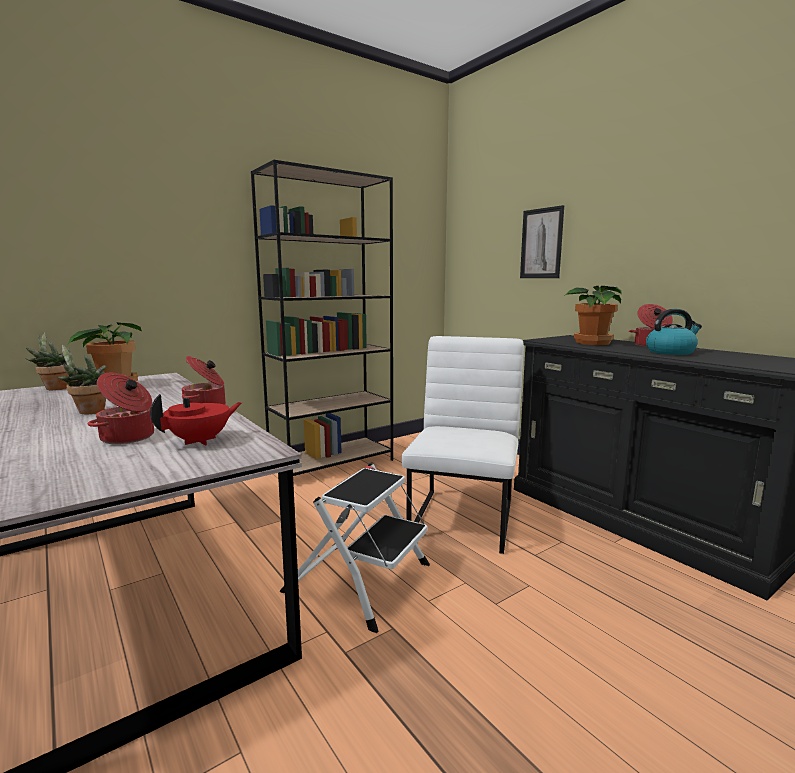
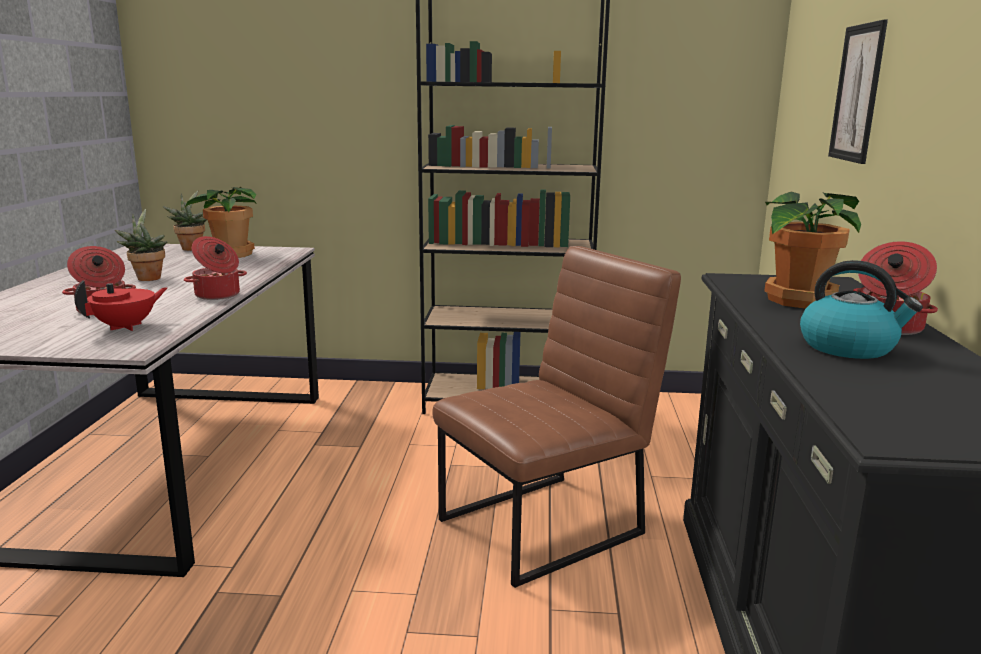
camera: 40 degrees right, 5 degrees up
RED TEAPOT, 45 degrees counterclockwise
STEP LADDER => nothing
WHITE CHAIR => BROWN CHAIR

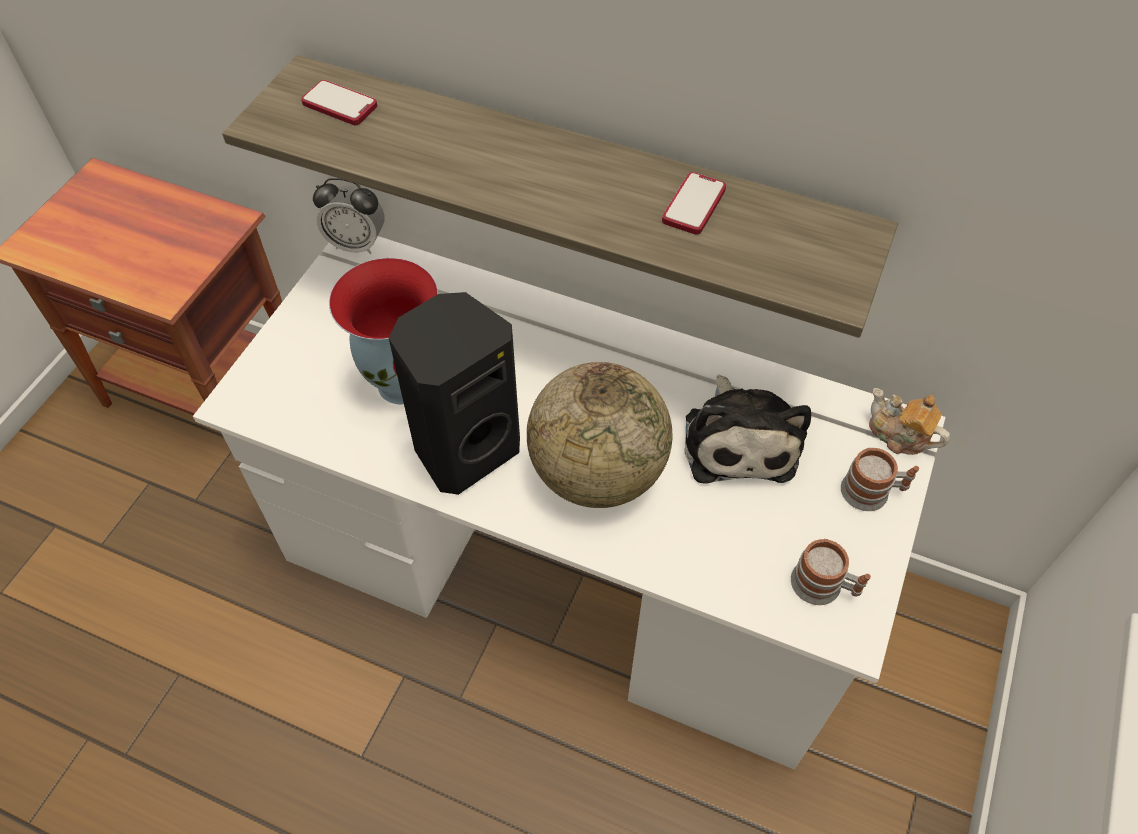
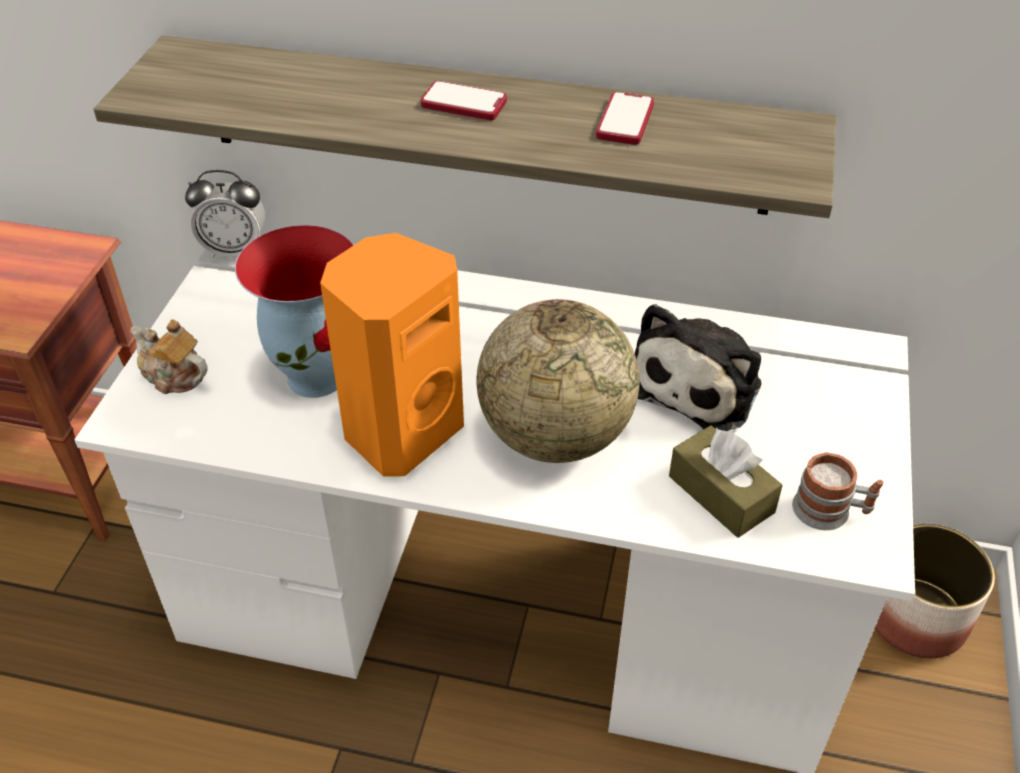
camera: 10 degrees left, 10 degrees down
PHONE (no. 1 from left), shifted
BLACK SPEAKER => ORANGE SPEAKER
PLUSH TOY, 45 degrees clockwise
MUG (no. 2 from left) => nothing
TEAPOT, shifted
nothing => BROWN TISSUE BOX
nothing => PLANTER

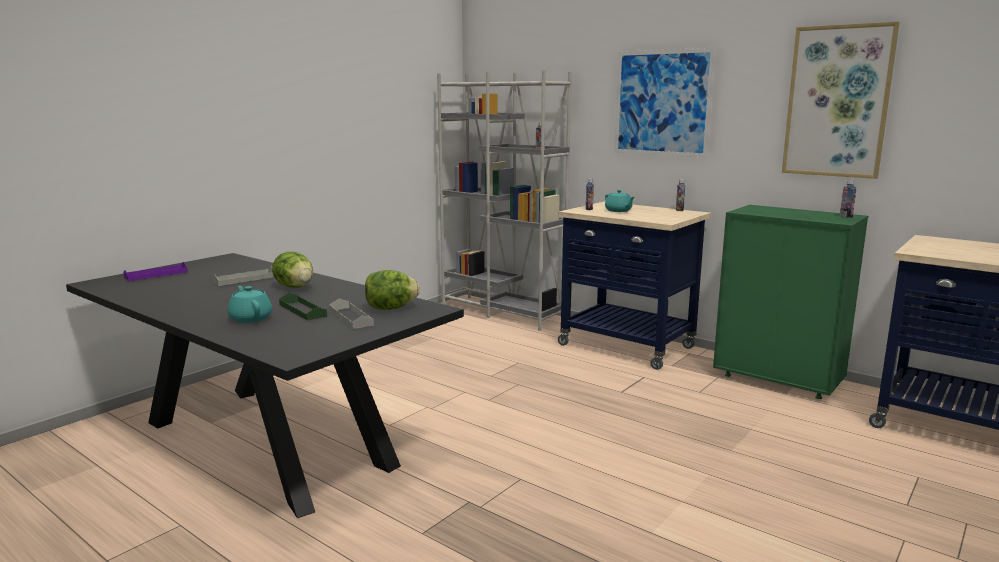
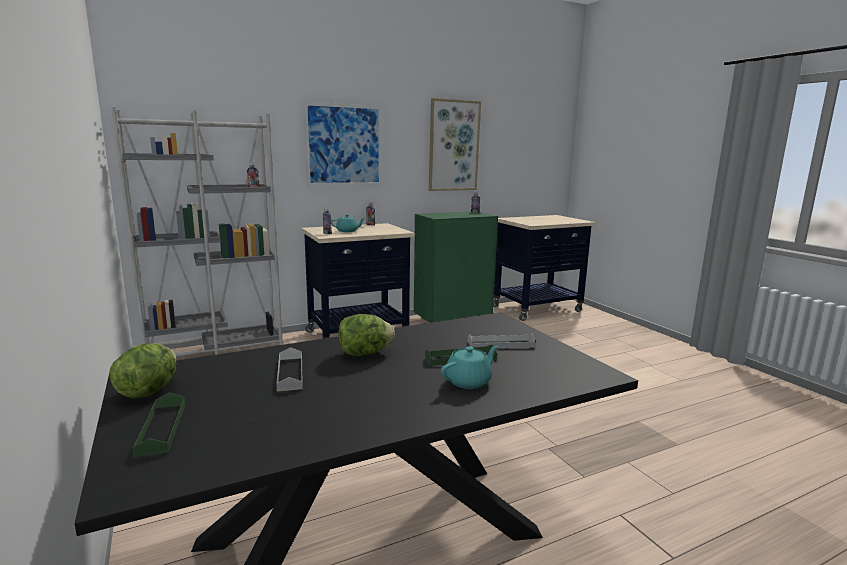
camera: 65 degrees left, 0 degrees up
PURPLE TRAY => GREEN TRAY (no. 1 from left)
TURQUOISE TEAPOT (no. 1 from left in the first image) => TURQUOISE TEAPOT (no. 2 from left), 150 degrees clockwise
LETTUCE (no. 2 from left in the first image) => LETTUCE (no. 1 from left), shifted

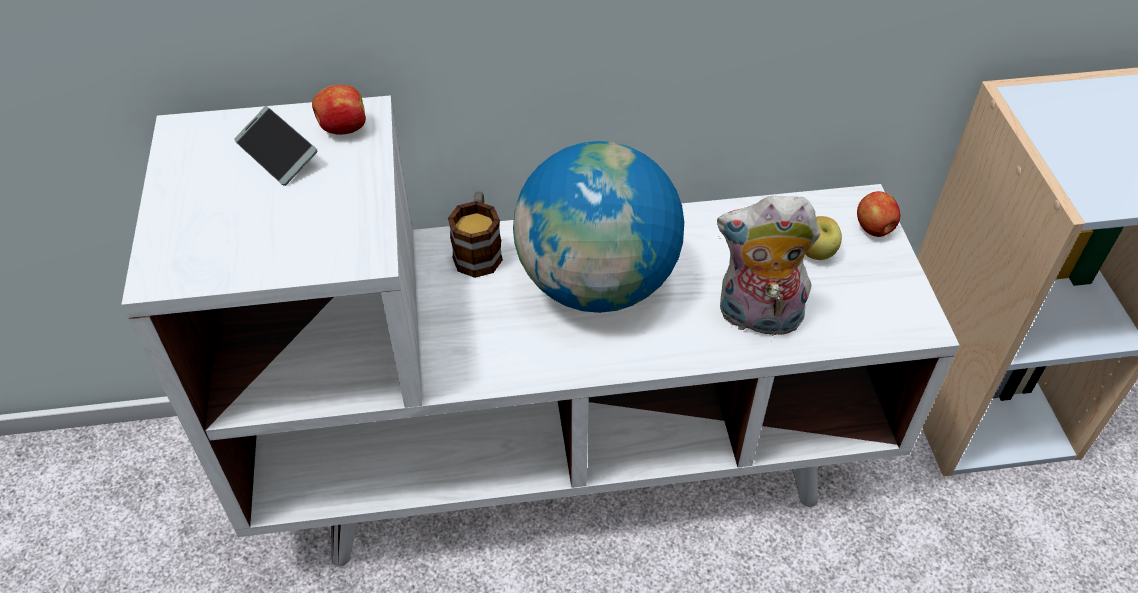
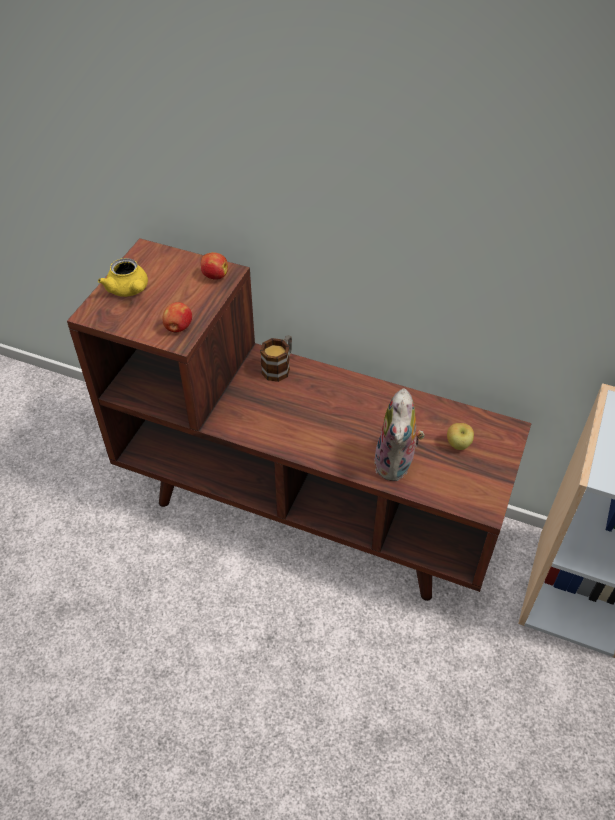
camera: 30 degrees right, 0 degrees up
WHITE TV STAND => BROWN TV STAND
PHONE => nothing
GLOBE => nothing
PLUSH TOY, 120 degrees counterclockwise
APPLE (no. 3 from left in the first image) => APPLE (no. 1 from left), shifted
nothing => YELLOW TEAPOT

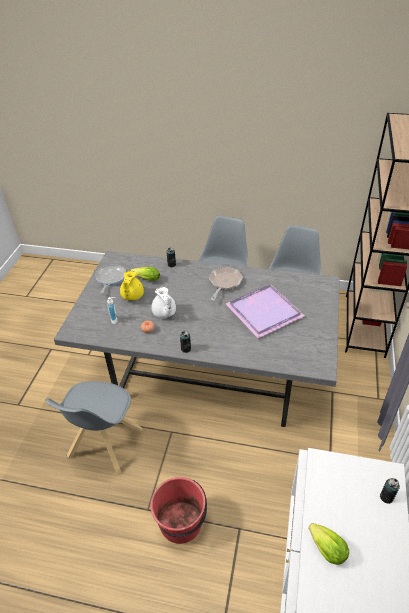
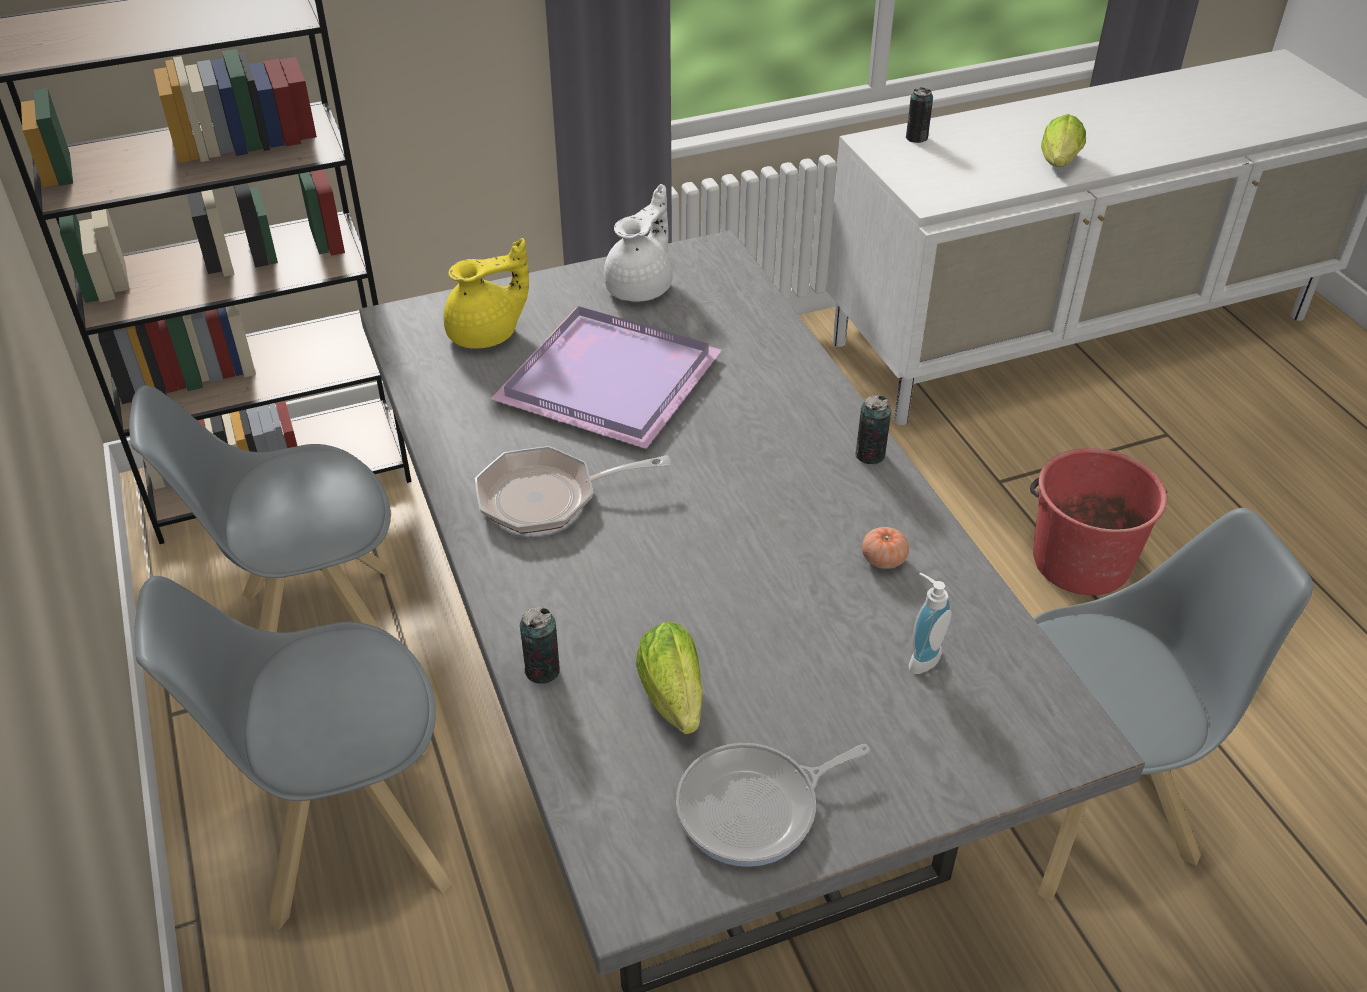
camera: 125 degrees left, 0 degrees up
YELLOW TEAPOT, shifted
WHITE TEAPOT, shifted

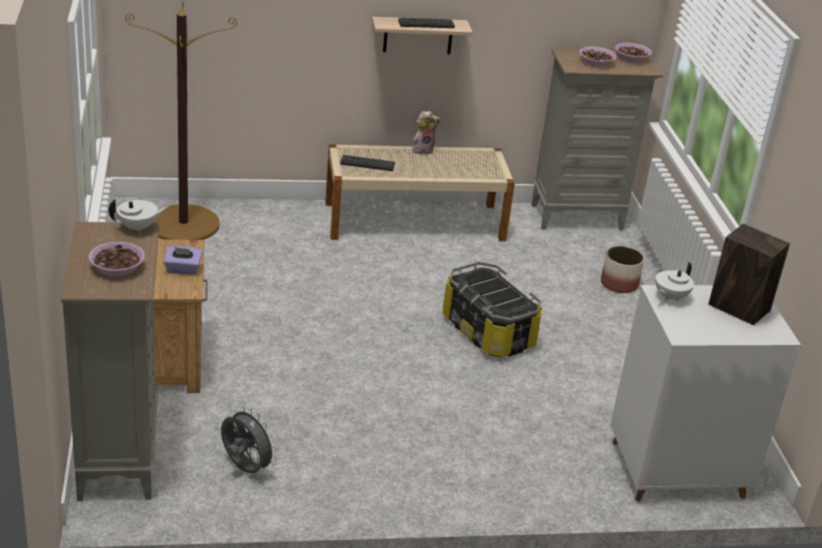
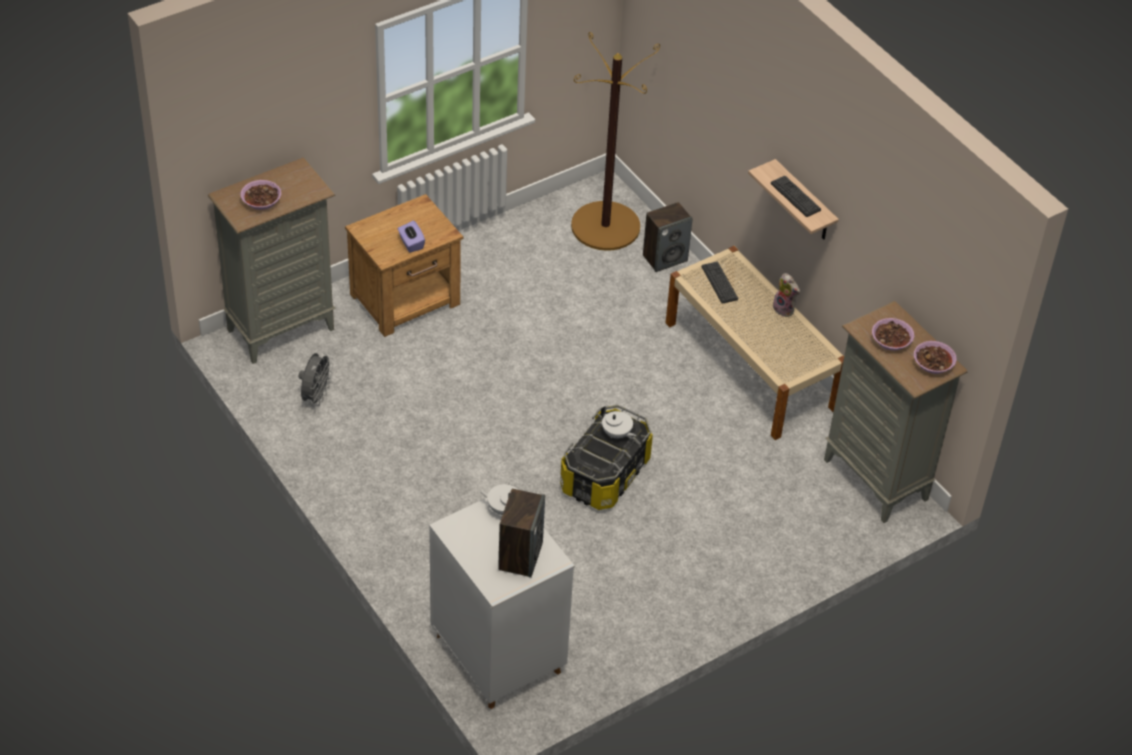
camera: 65 degrees right, 15 degrees up
WHITE TEAPOT (no. 1 from left in the first image) => WHITE TEAPOT (no. 2 from left), shifted
PLANTER => nothing
nothing => SPEAKER (no. 2 from left)

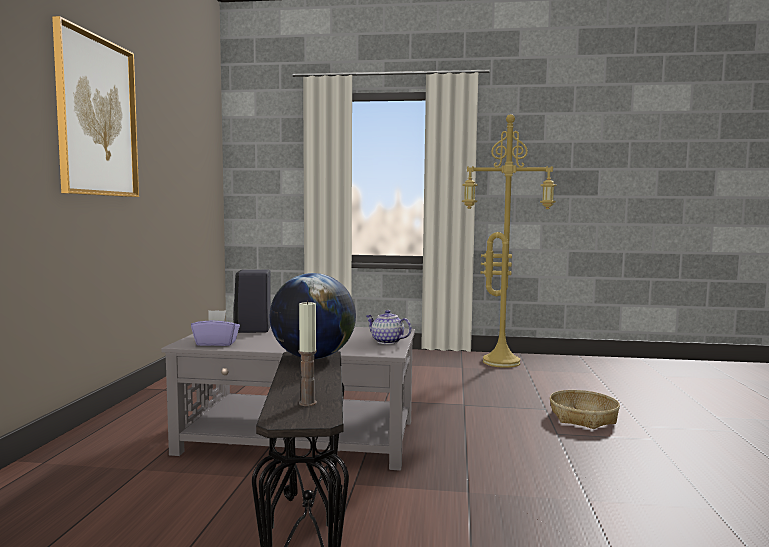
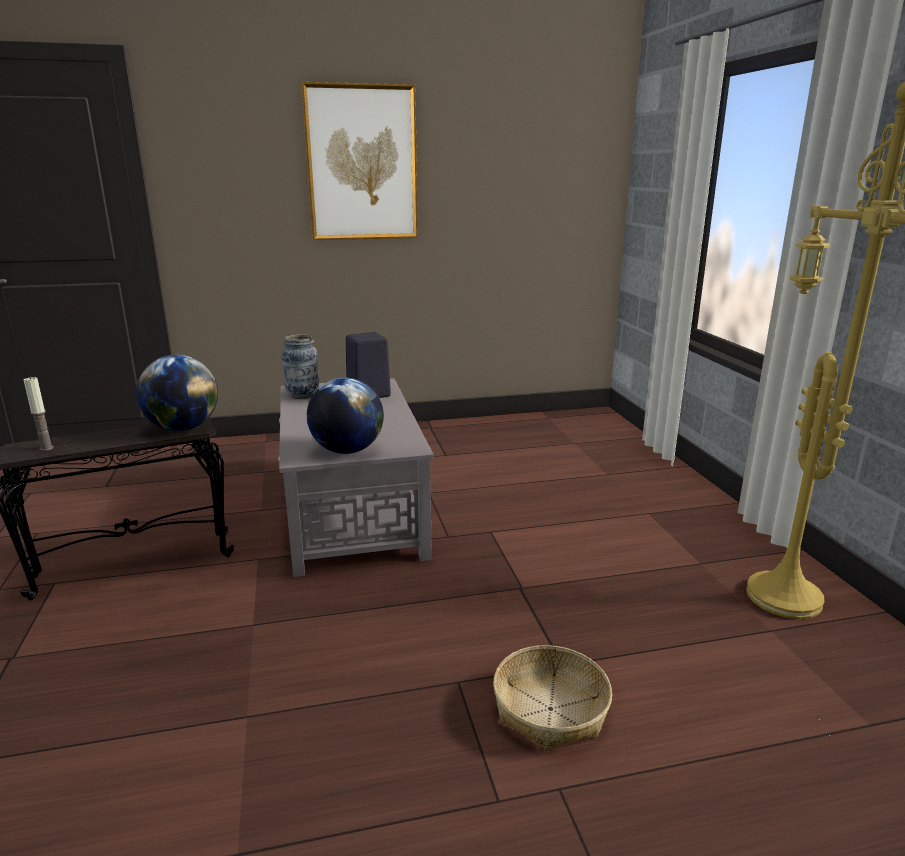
camera: 70 degrees right, 15 degrees up
PURPLE TISSUE BOX => VASE
TEAPOT => GLOBE (no. 2 from left)

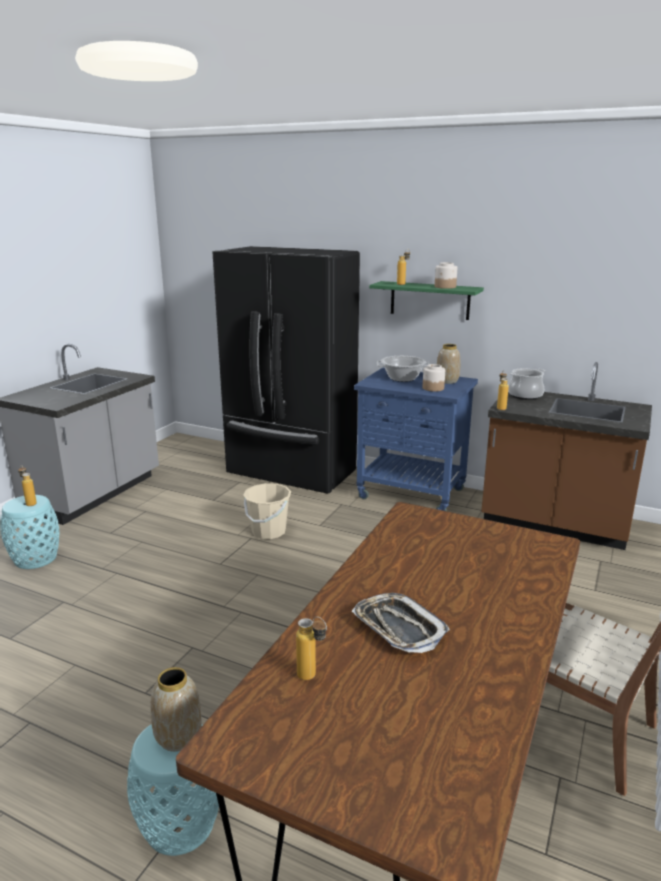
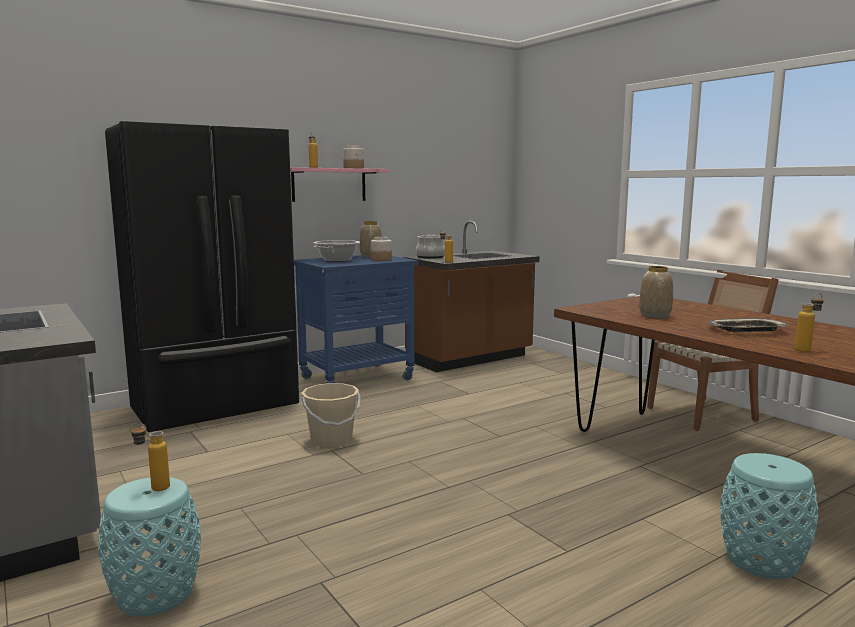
camera: 60 degrees left, 10 degrees down
VASE (no. 1 from left in the first image) => VASE (no. 2 from left), shifted
GREEN SHELF => PINK SHELF

